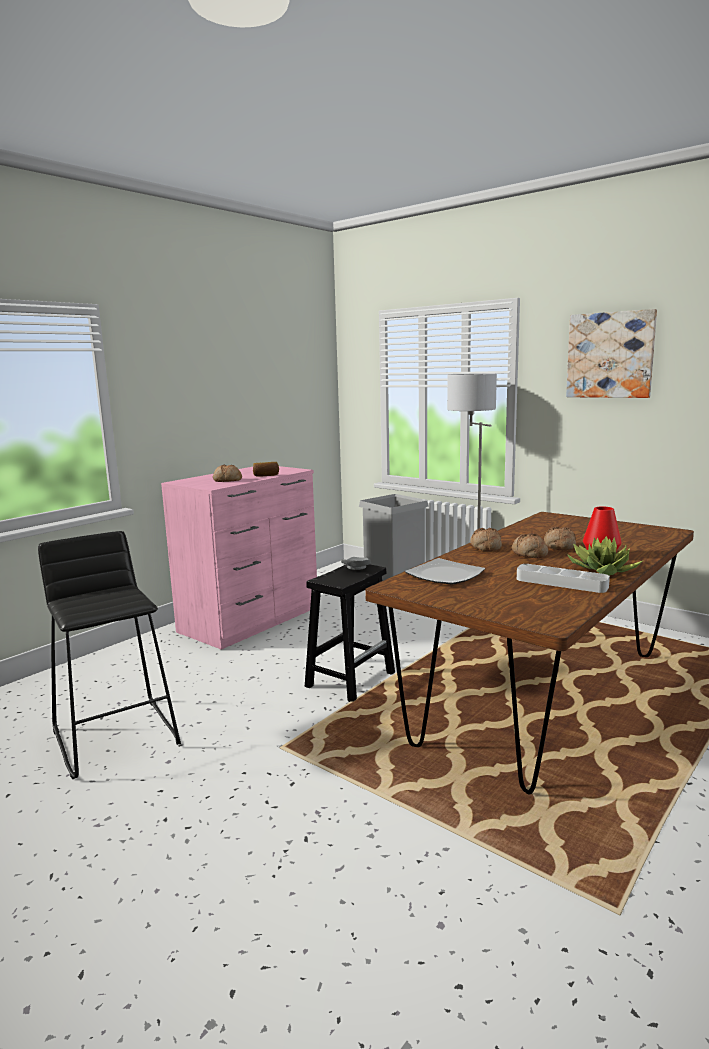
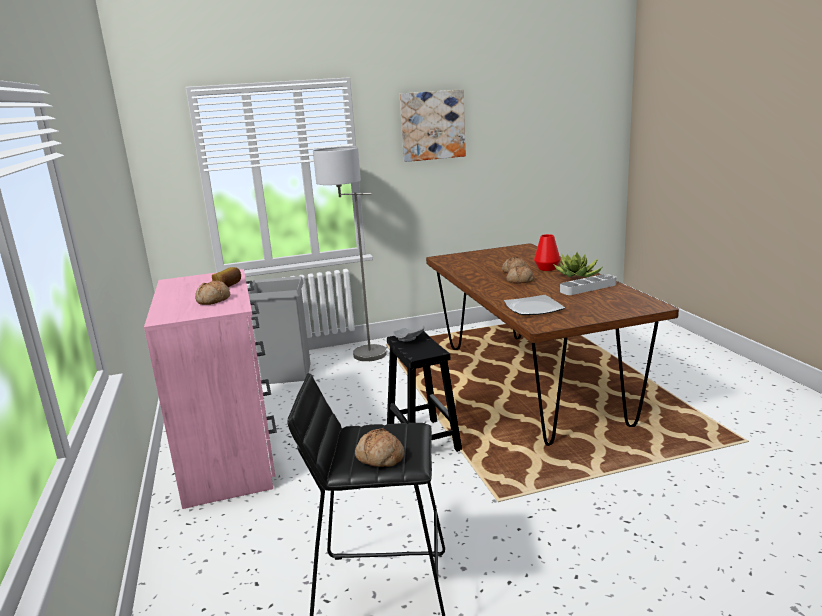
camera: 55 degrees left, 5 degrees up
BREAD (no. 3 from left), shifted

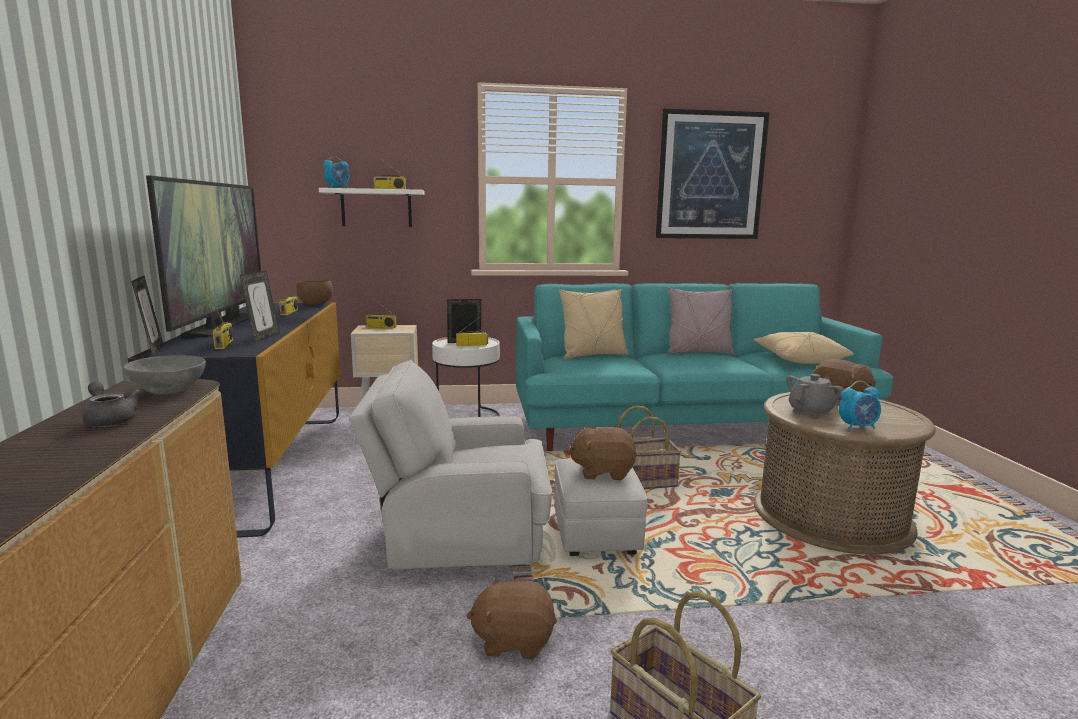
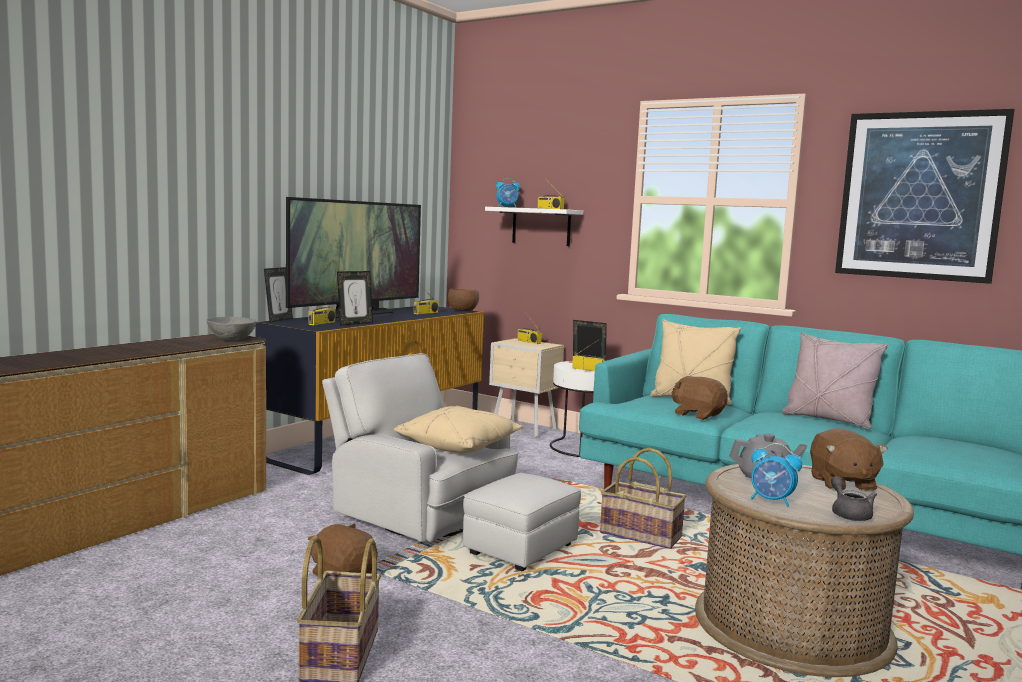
camera: 40 degrees right, 5 degrees down
GREY TEAPOT (no. 1 from left in the first image) => GREY TEAPOT (no. 2 from left), shifted
BROWN PLUSH TOY (no. 2 from left), shifted
BEIGE PILLOW (no. 2 from left in the first image) => BEIGE PILLOW (no. 1 from left), shifted

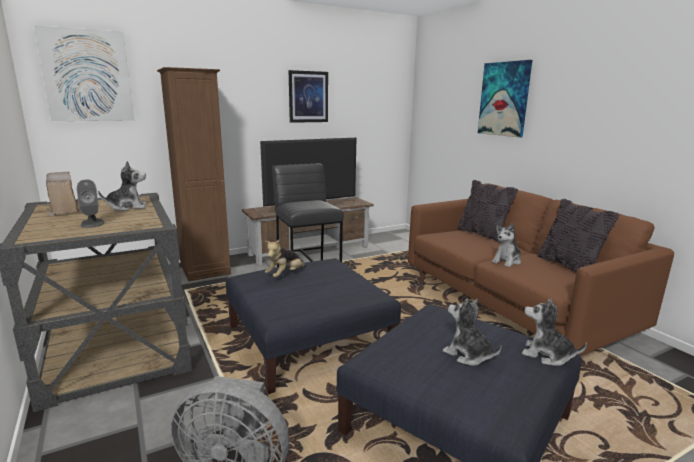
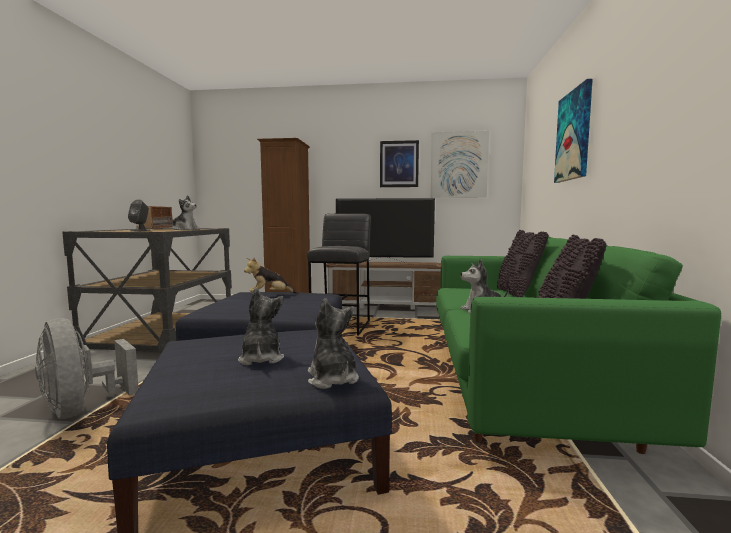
camera: 35 degrees right, 10 degrees down
PICTURE (no. 1 from left in the first image) => PICTURE (no. 2 from left), shifted
BROWN SOFA => GREEN SOFA

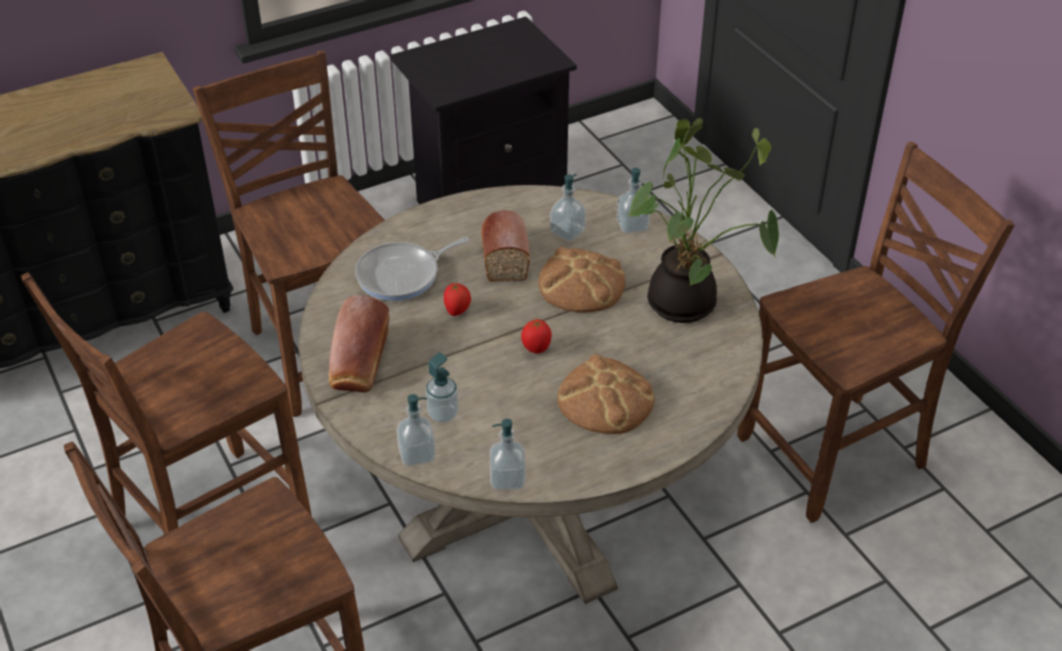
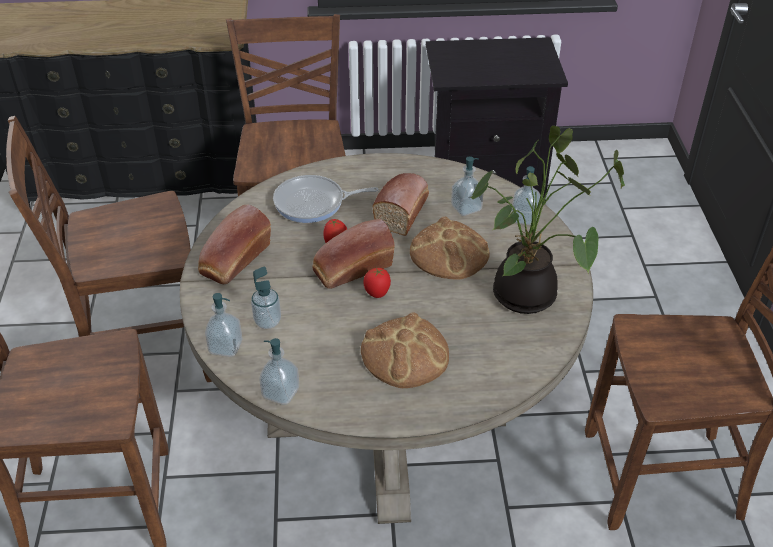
camera: 25 degrees right, 0 degrees up
nothing => BREAD (no. 2 from left)

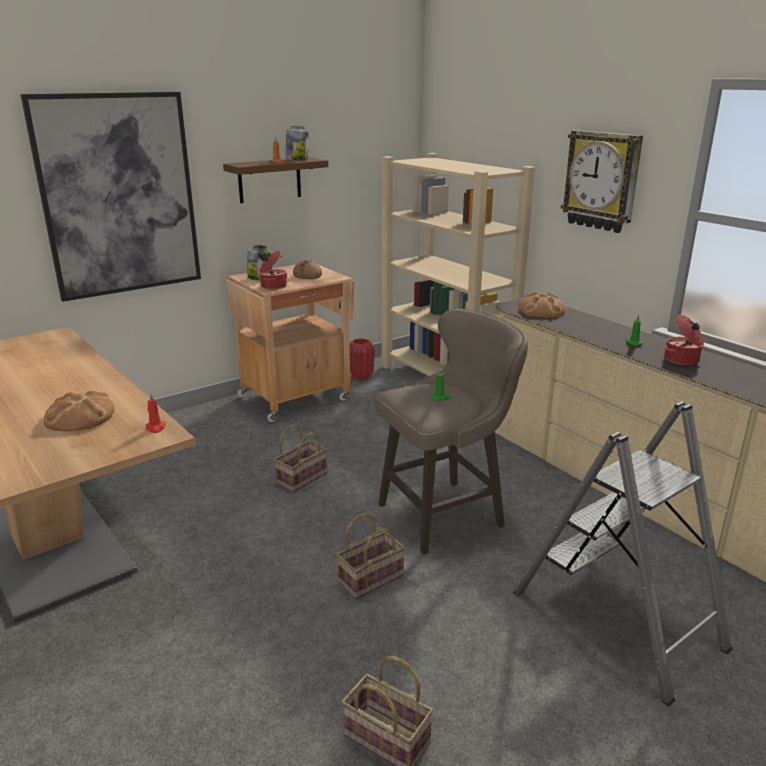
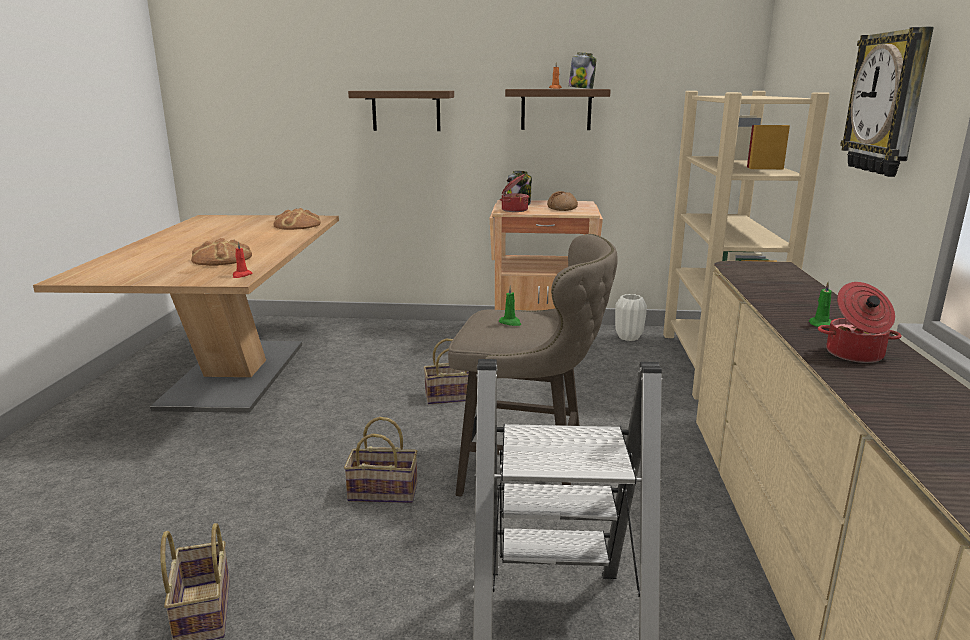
camera: 40 degrees right, 5 degrees down
PICTURE => BROWN SHELF (no. 1 from left)
RED VASE => WHITE VASE
BREAD (no. 3 from left in the first image) => BREAD (no. 2 from left), shifted

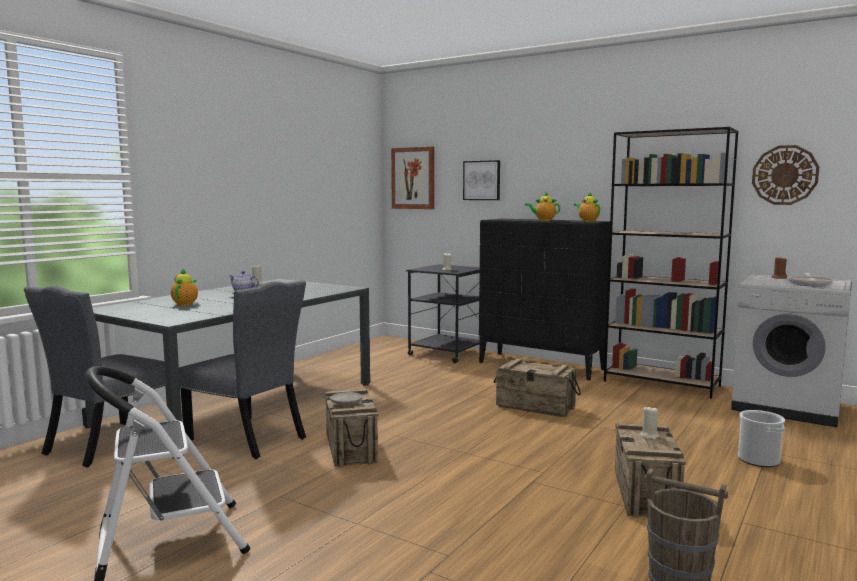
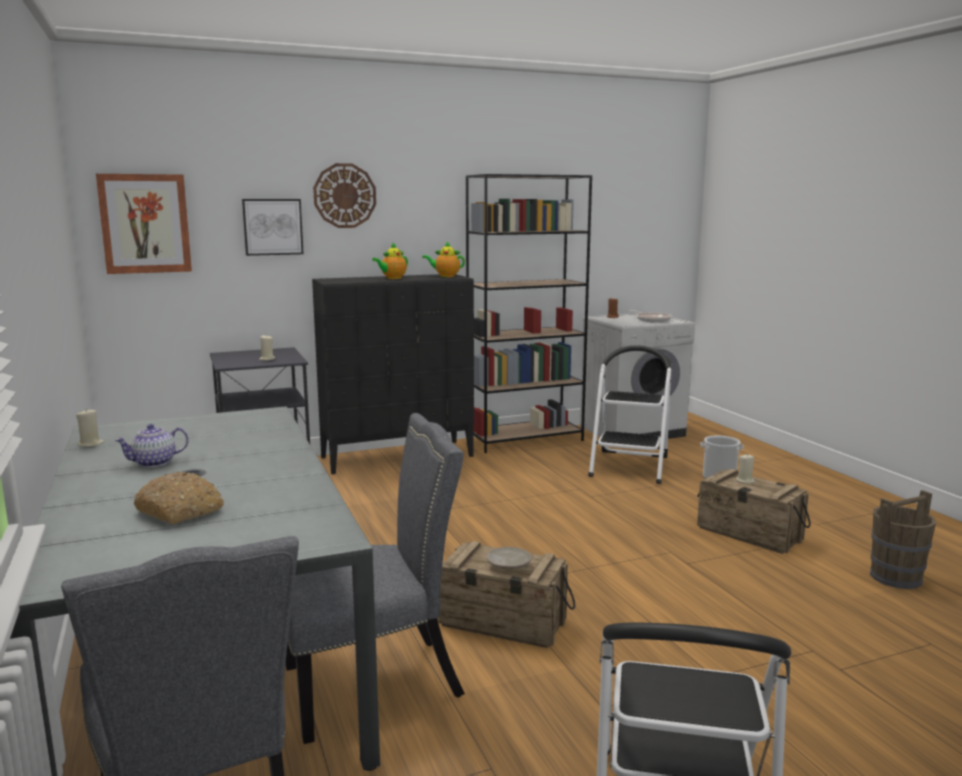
camera: 55 degrees left, 5 degrees up
TEAPOT (no. 1 from left) => BREAD
CRATE (no. 2 from left) => nothing
WALL CLOCK, shifted
nothing => STEP LADDER (no. 1 from left)

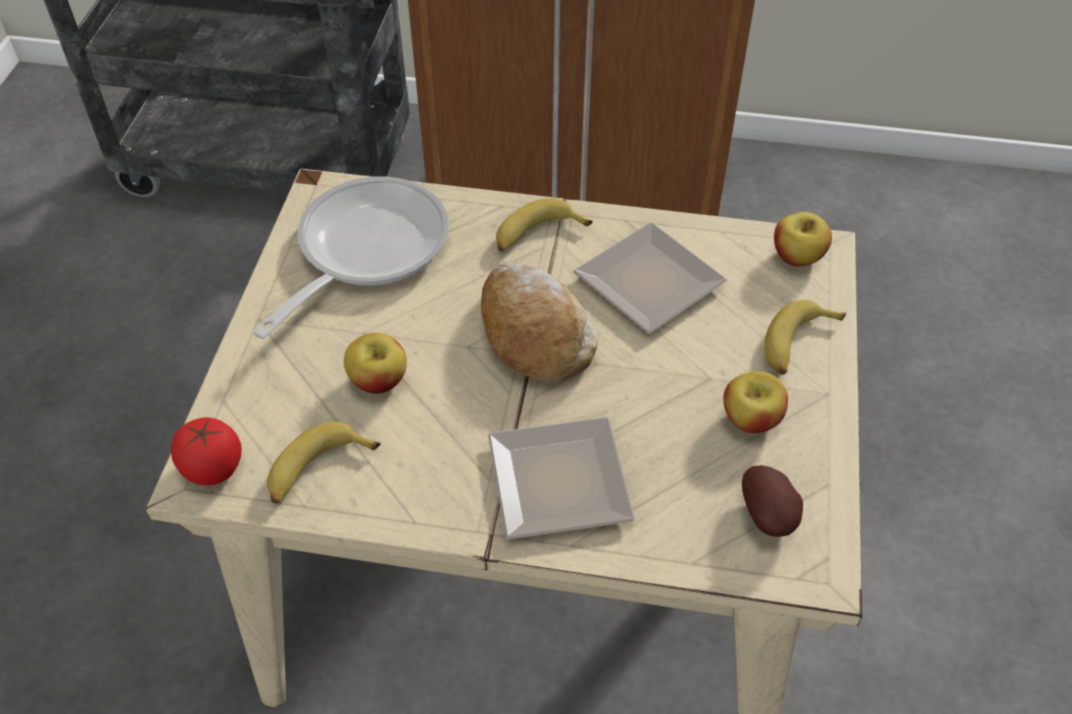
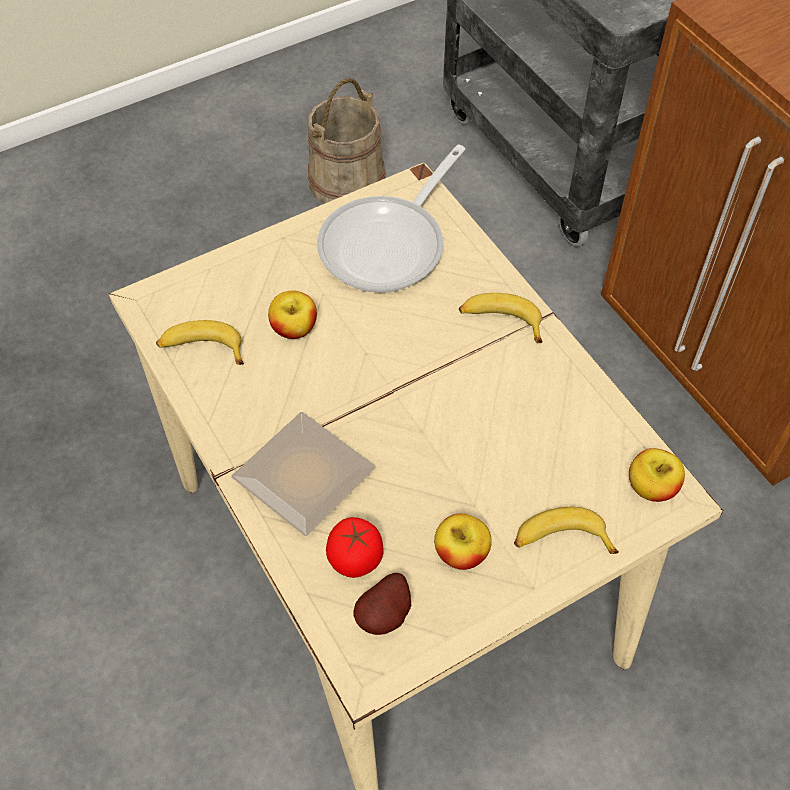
camera: 50 degrees right, 5 degrees up
TOMATO, shifted
FRYING PAN, 135 degrees clockwise
BREAD => nothing
PLATE (no. 2 from left) => nothing
nothing => BEIGE BUCKET

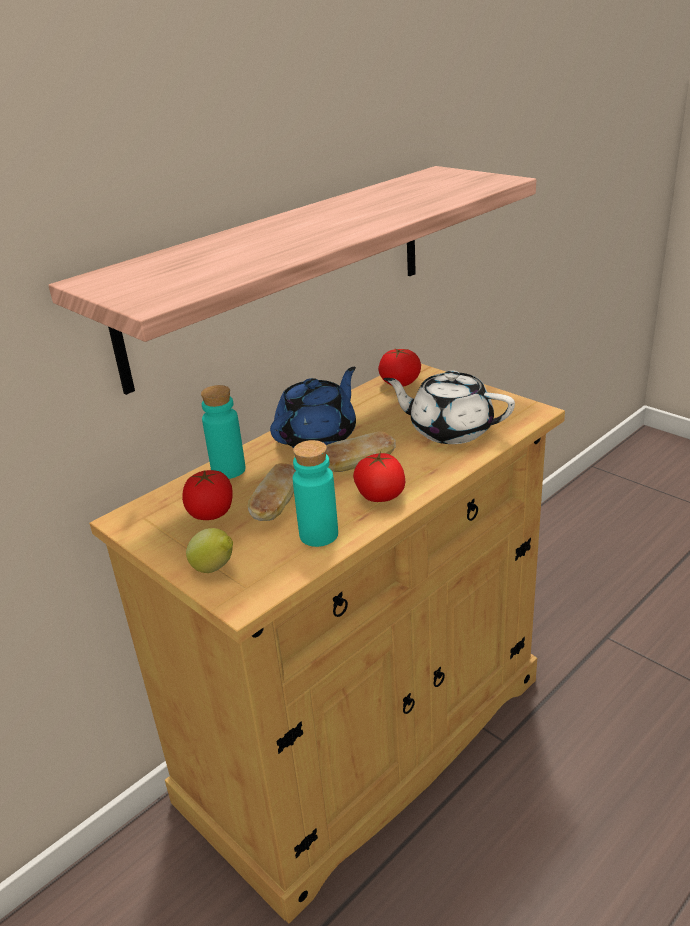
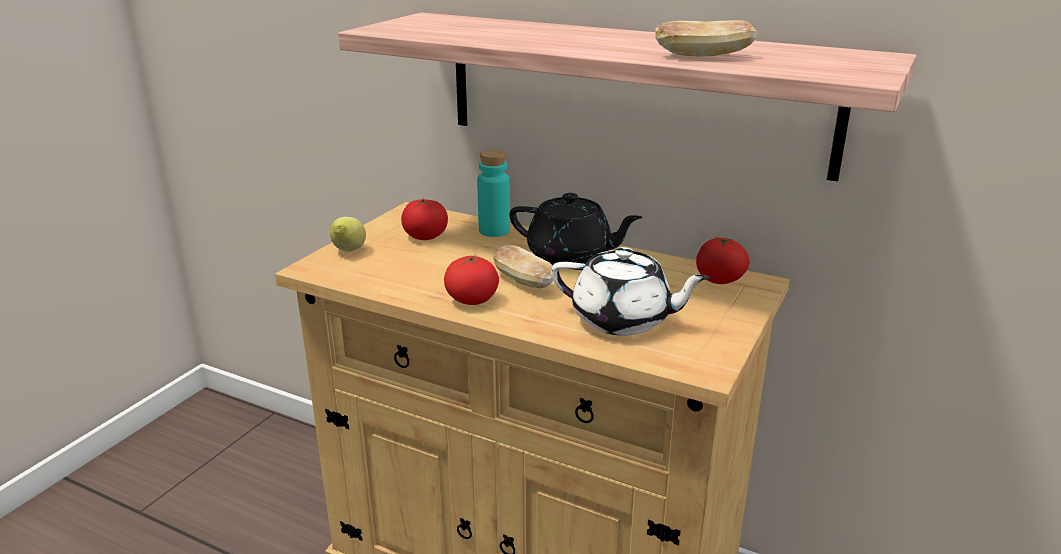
camera: 70 degrees right, 5 degrees down
BREAD (no. 1 from left in the first image) => BREAD (no. 2 from left), shifted
BLUE TEAPOT => BLACK TEAPOT
TURQUOISE BOTTLE (no. 2 from left) => nothing
WHITE TEAPOT, 105 degrees clockwise

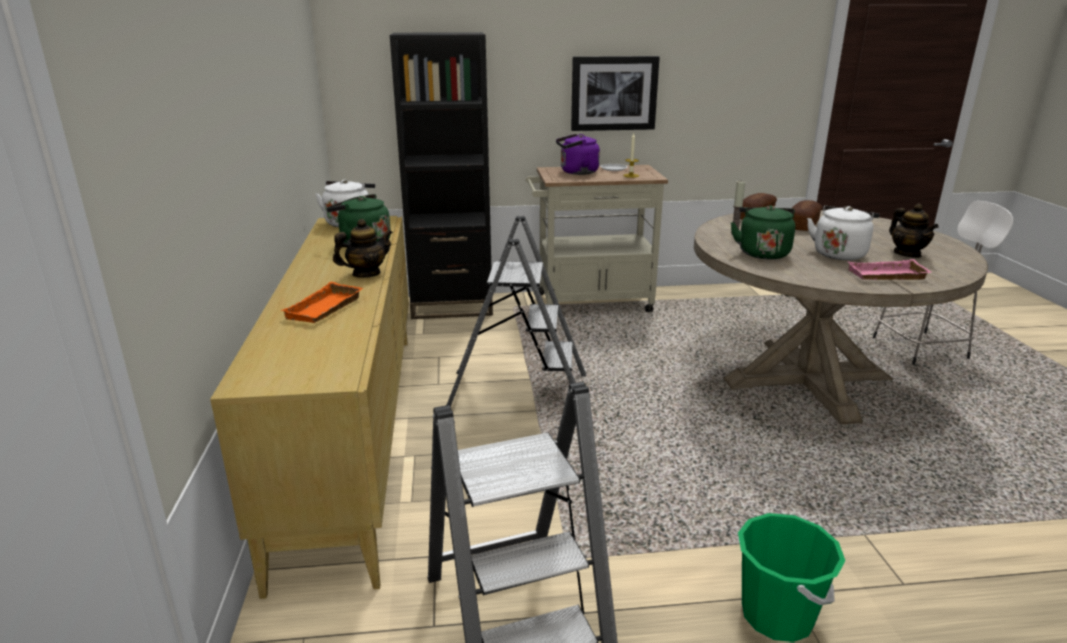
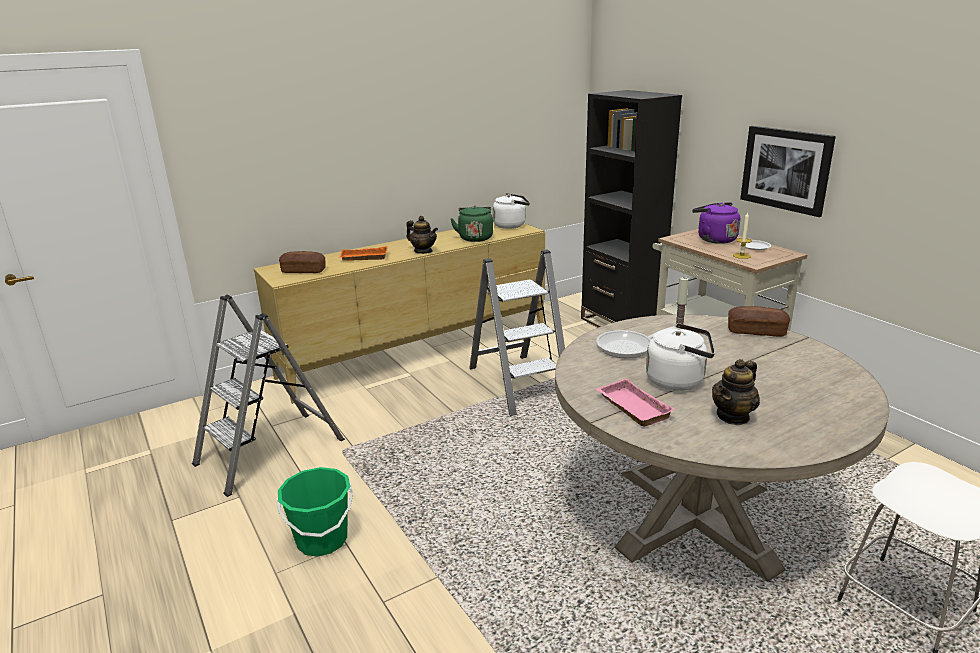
camera: 65 degrees right, 0 degrees up
GREEN KETTLE (no. 2 from left) => FRYING PAN
BREAD (no. 2 from left in the first image) => BREAD (no. 1 from left), shifted

